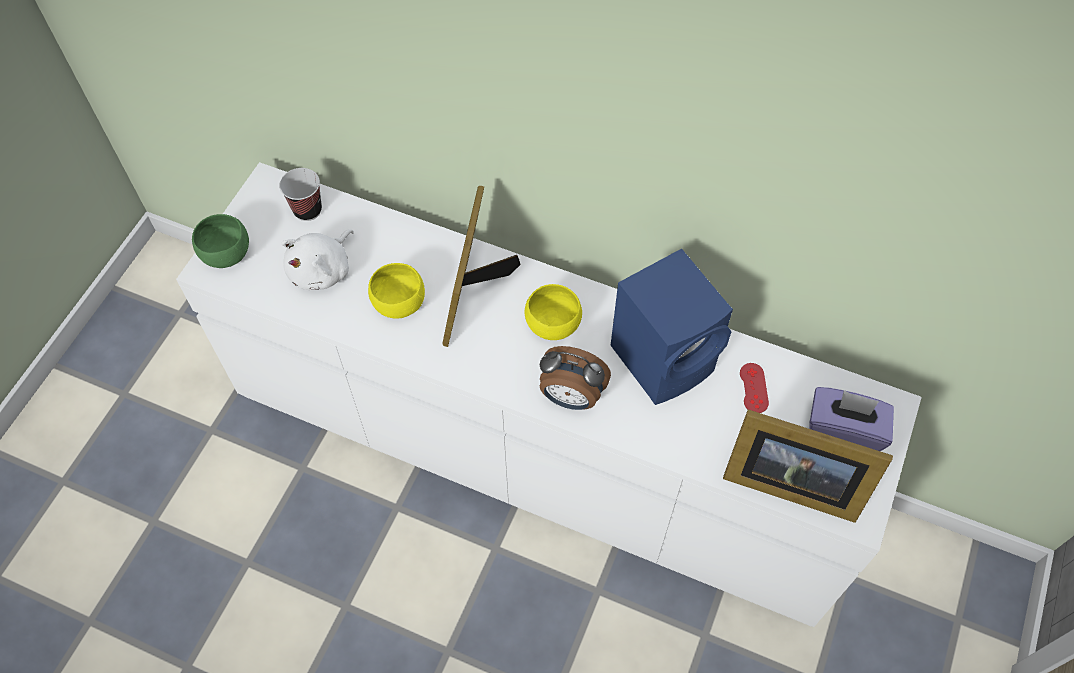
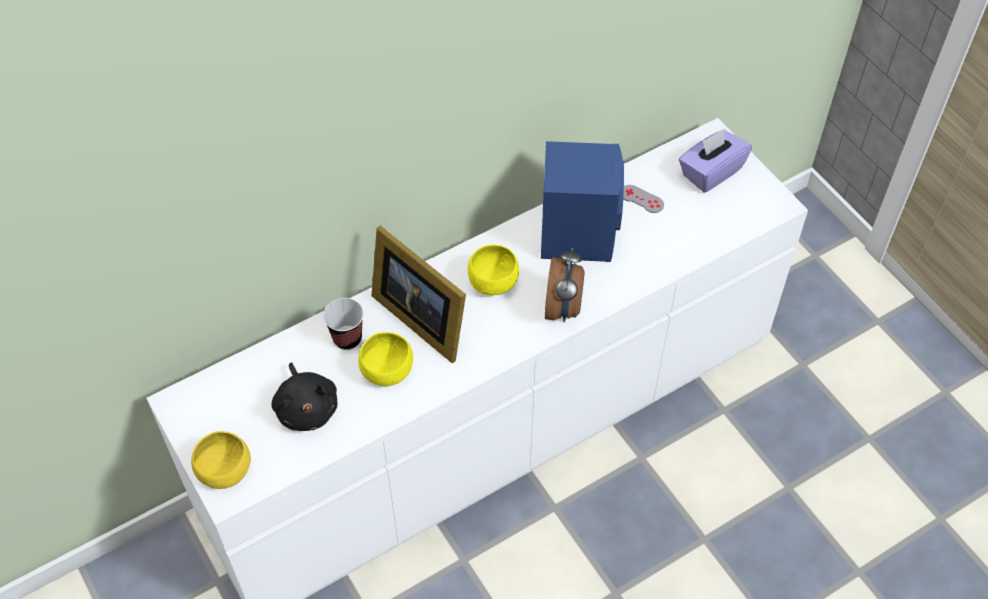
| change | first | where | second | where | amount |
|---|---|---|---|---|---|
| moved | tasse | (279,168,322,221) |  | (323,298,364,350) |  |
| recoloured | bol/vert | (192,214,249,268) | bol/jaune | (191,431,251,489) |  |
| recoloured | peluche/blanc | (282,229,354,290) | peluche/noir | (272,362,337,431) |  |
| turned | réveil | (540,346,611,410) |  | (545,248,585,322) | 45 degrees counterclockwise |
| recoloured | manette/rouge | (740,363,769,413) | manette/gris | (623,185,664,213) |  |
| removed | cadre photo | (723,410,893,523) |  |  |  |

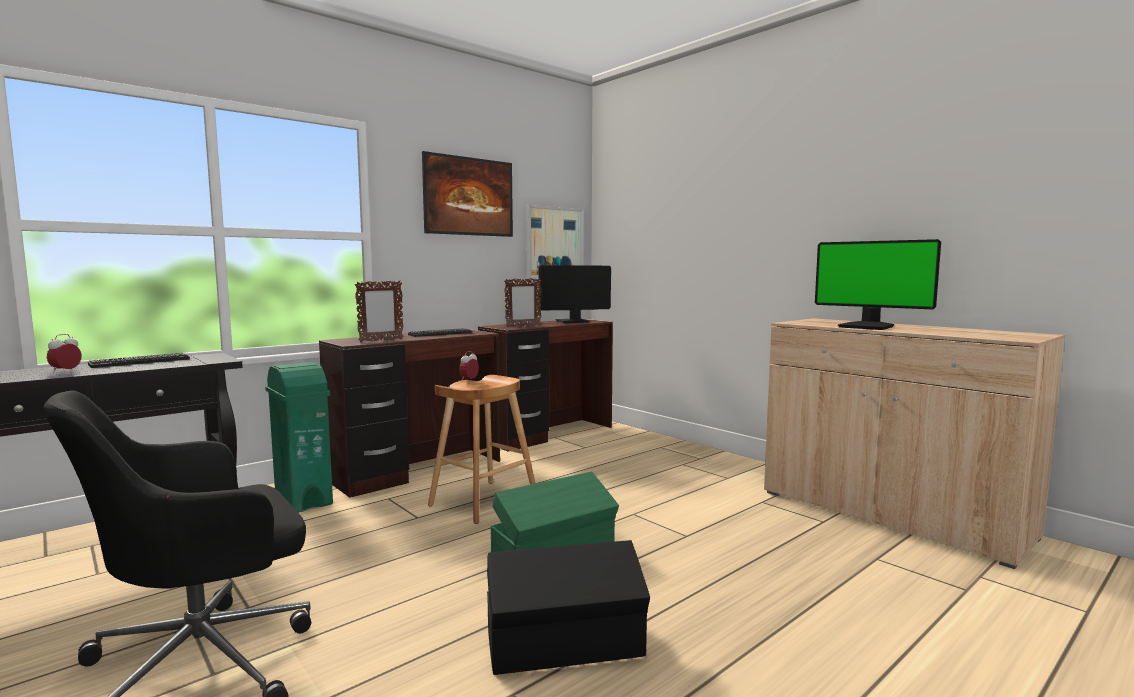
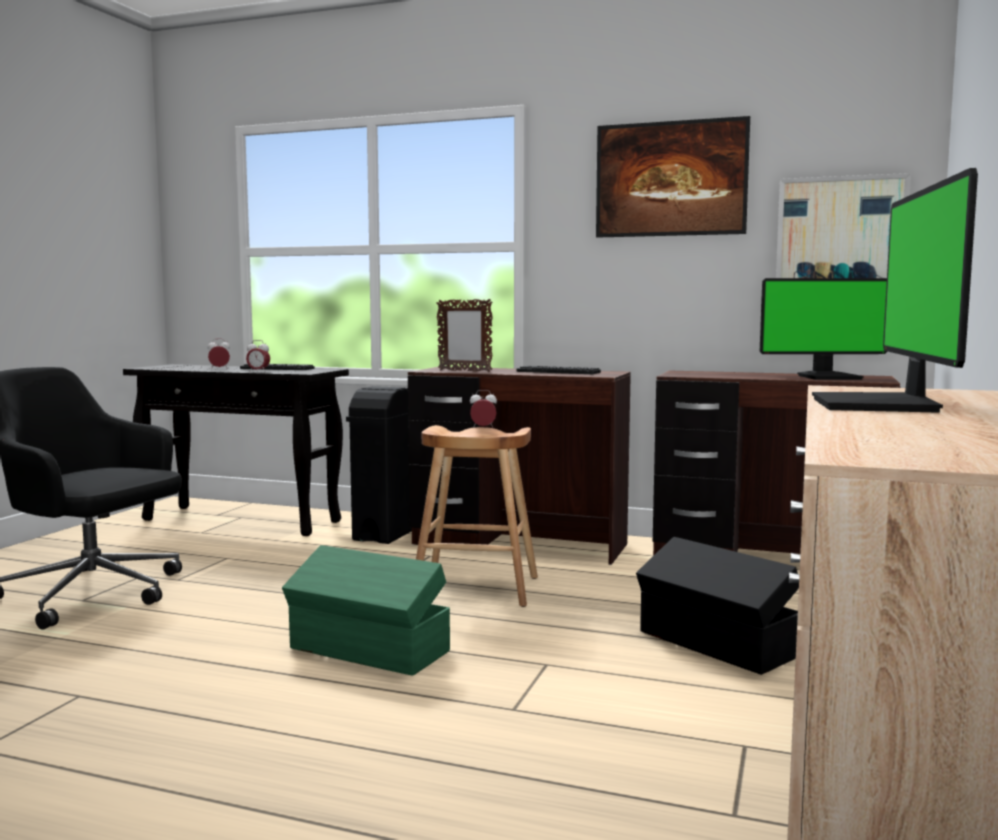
| change | first | where | second | where | amount |
|---|---|---|---|---|---|
| turned | écran d'ordinateur | (538,266,611,323) |  | (760,278,887,380) | 135 degrees clockwise |
| removed | cadre photo | (504,278,541,327) |  |  |  |
| recoloured | poubelle/vert | (265,362,333,513) | poubelle/noir | (346,386,412,544) |  |
| moved | boîte de rangement/noir | (487,540,650,675) |  | (636,537,799,675) |  |
| added |  |  | réveil | (246,340,270,372) |  |

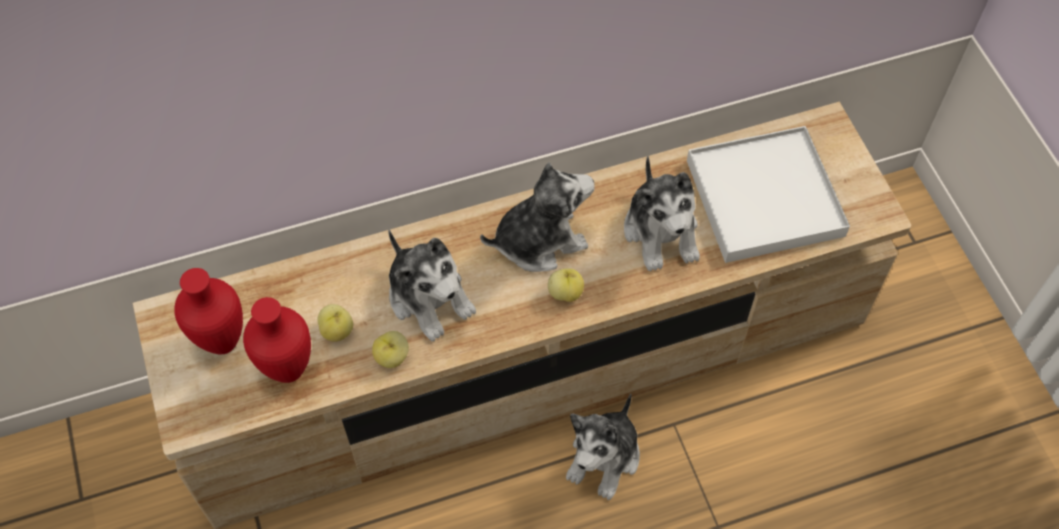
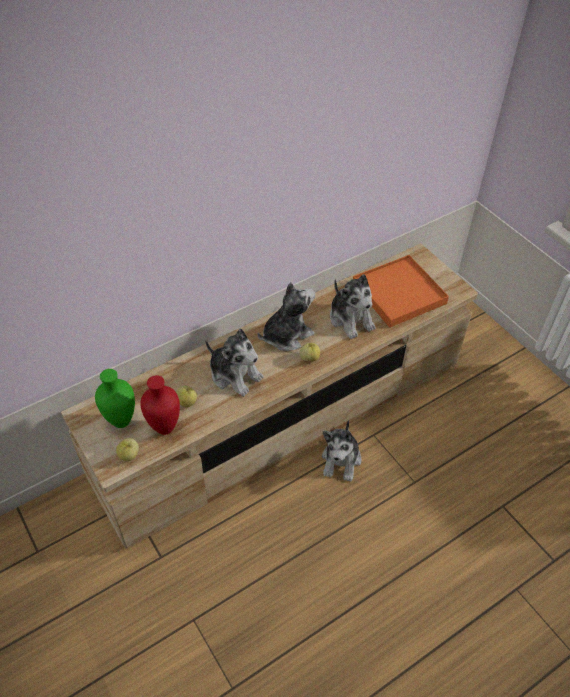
| change | first | where | second | where | amount |
|---|---|---|---|---|---|
| recoloured | plateau/blanc | (687,126,850,263) | plateau/orange | (353,255,449,328) |  |
| recoloured | vase/rouge | (174,268,243,355) | vase/vert | (95,369,135,428) |  |
| moved | pomme | (372,331,409,368) |  | (116,438,139,461) |  |

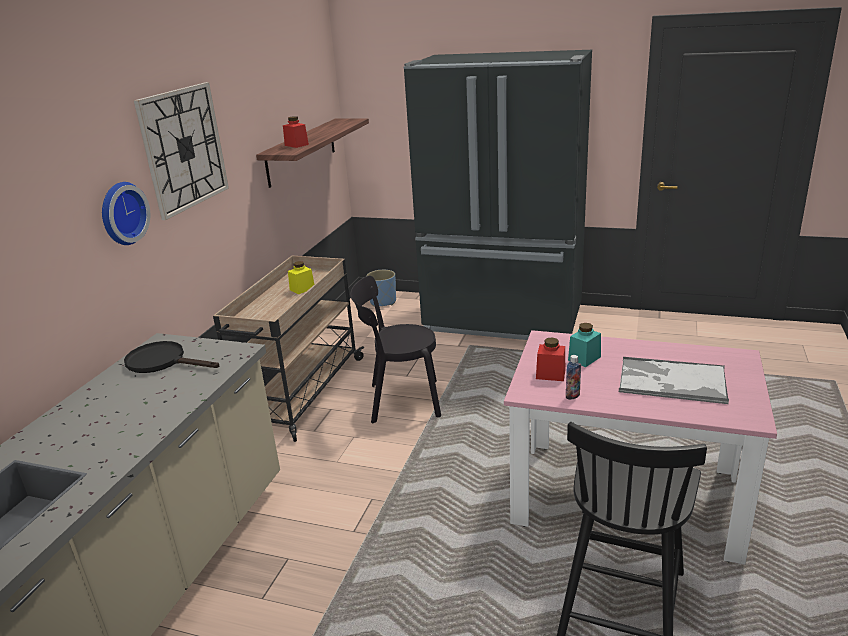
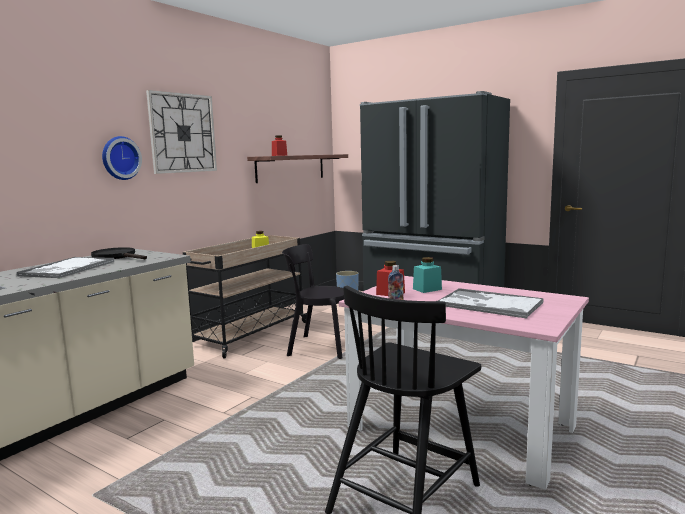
| change | first | where | second | where | amount |
|---|---|---|---|---|---|
| added |  |  | plateau | (17,257,114,278) |  |

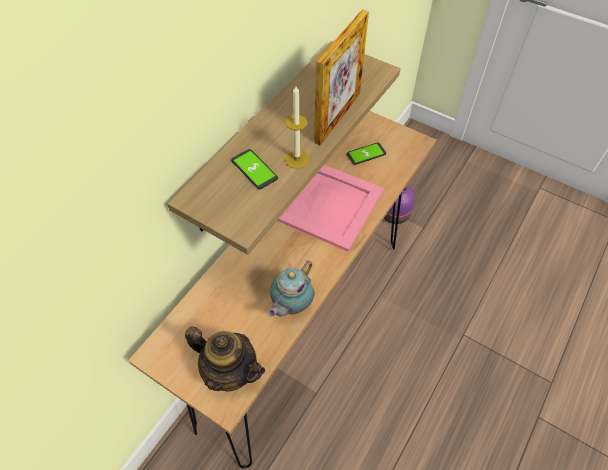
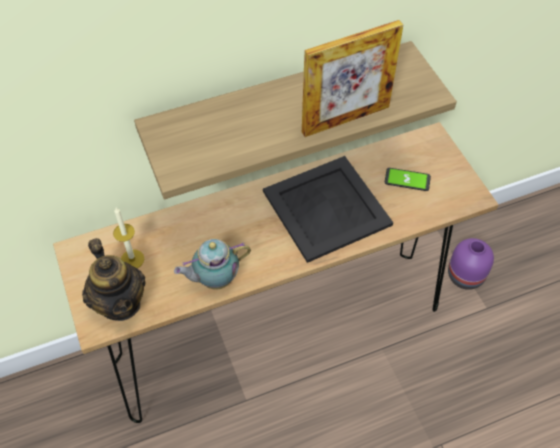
| change | first | where | second | where | amount |
|---|---|---|---|---|---|
| moved | bougie | (285,86,309,169) |  | (113,208,144,268) |  |
| removed | téléphone | (231,149,278,189) |  |  |  |
| recoloured | plateau/rose | (277,165,384,251) | plateau/noir | (263,156,393,263) |  |

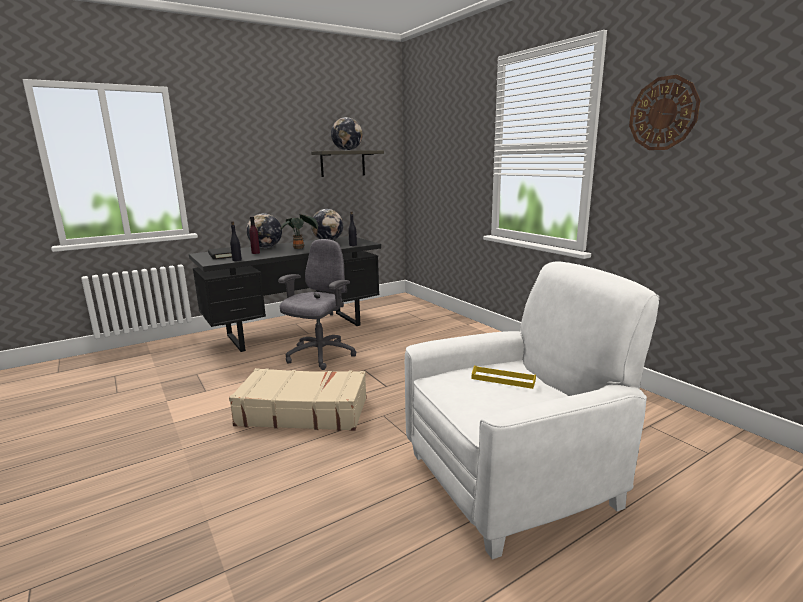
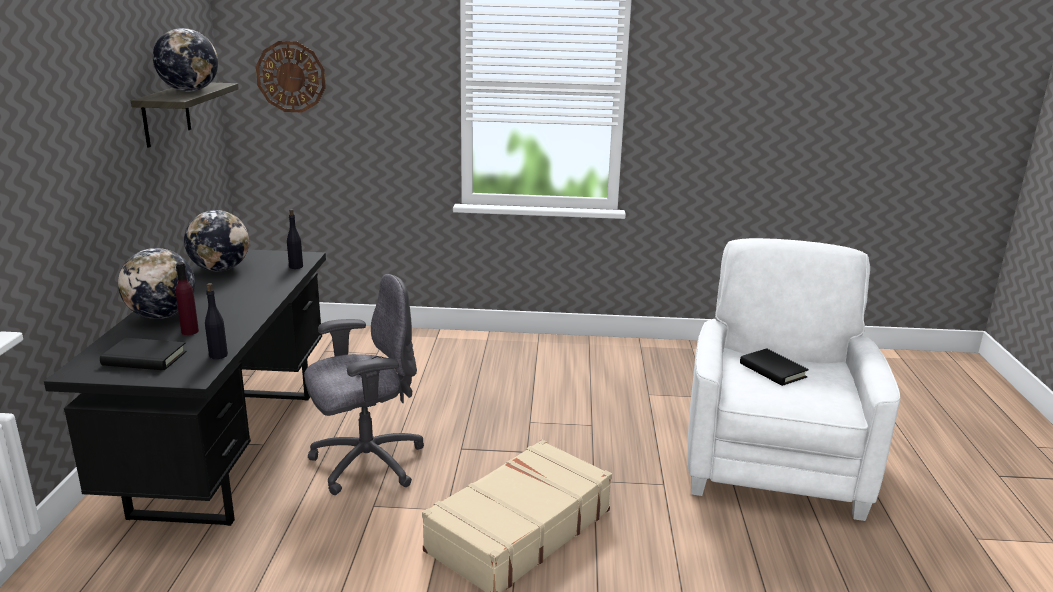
| change | first | where | second | where | amount |
|---|---|---|---|---|---|
| moved | horloge murale | (629,75,701,150) |  | (256,41,326,112) |  |
| removed | plante en pot | (280,214,319,249) |  |  |  |
| turned | chaise de bureau/gris | (278,239,356,370) |  | (304,274,424,495) | 90 degrees clockwise |
| replaced | plateau/jaune | (472,366,536,389) | livre/noir | (740,348,809,386) |  |

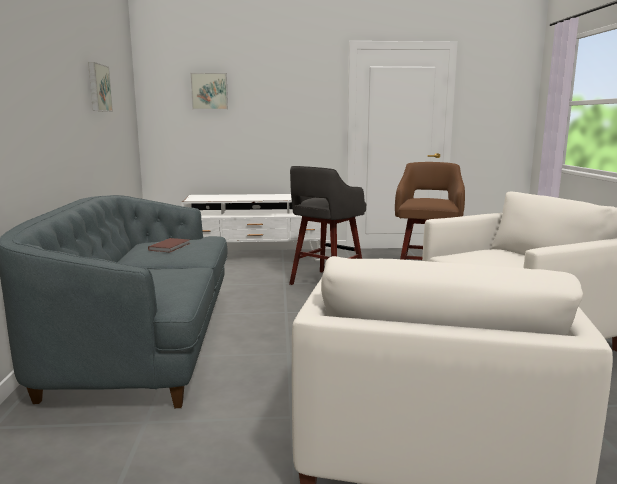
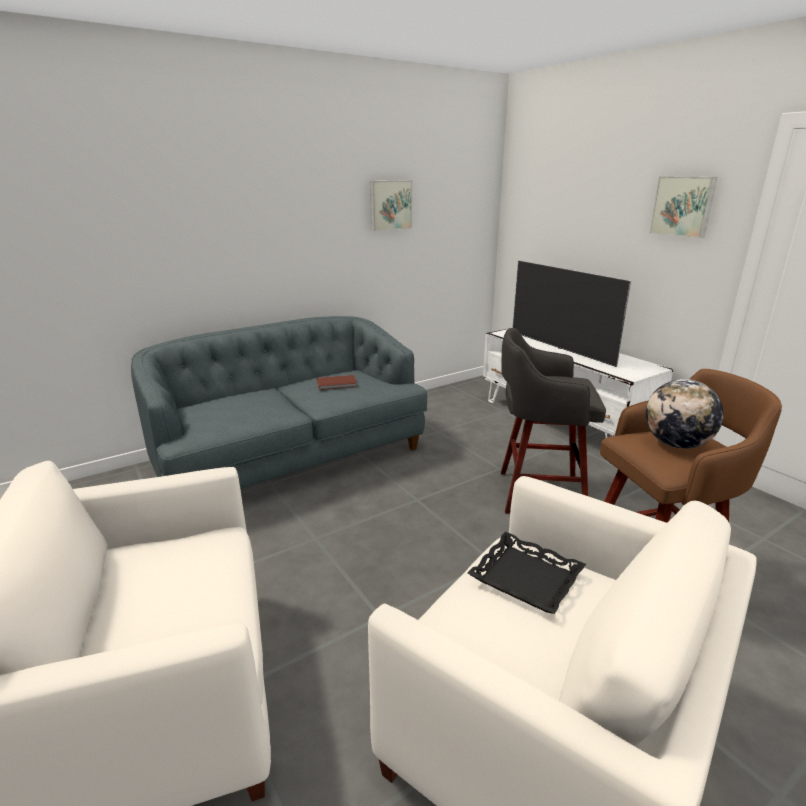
| change | first | where | second | where | amount |
|---|---|---|---|---|---|
| moved | tableau | (190,73,228,110) |  | (649,176,717,238) |  |
| added |  |  | téléviseur | (512,260,632,367) |  |
| added |  |  | globe | (646,379,724,449) |  |
| added |  |  | plateau/noir | (468,532,586,614) |  |

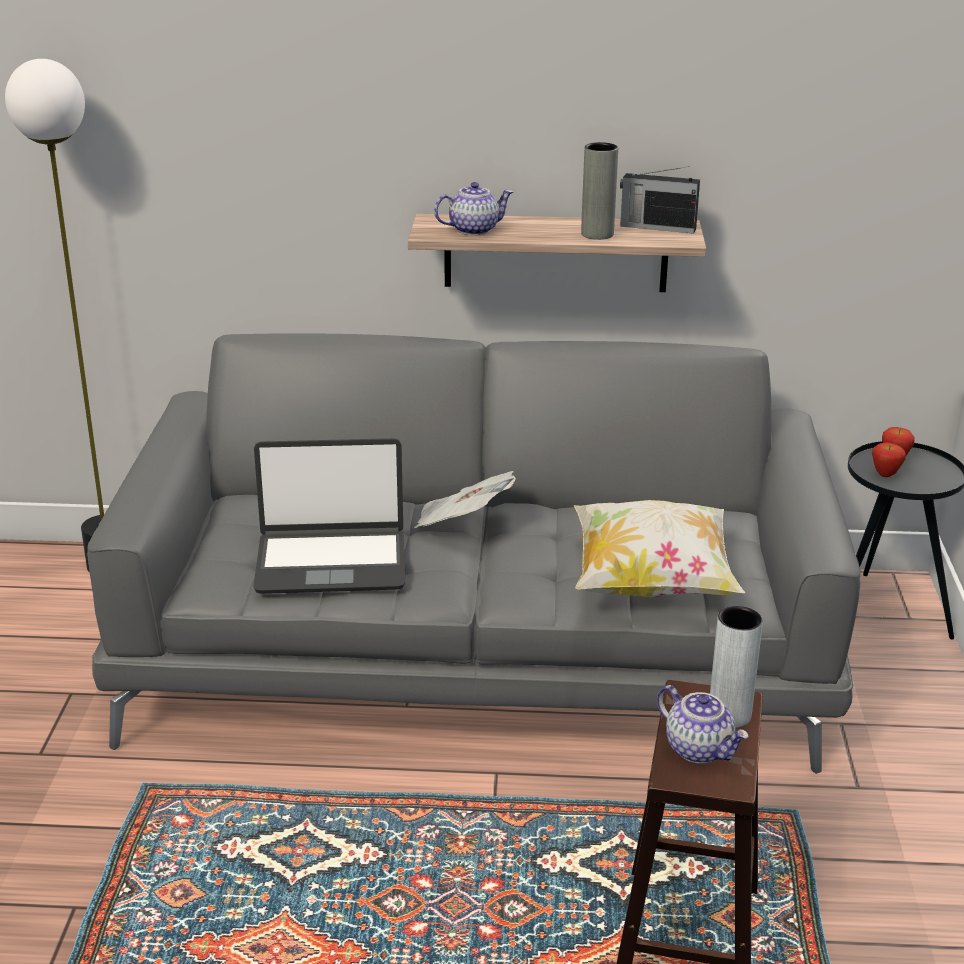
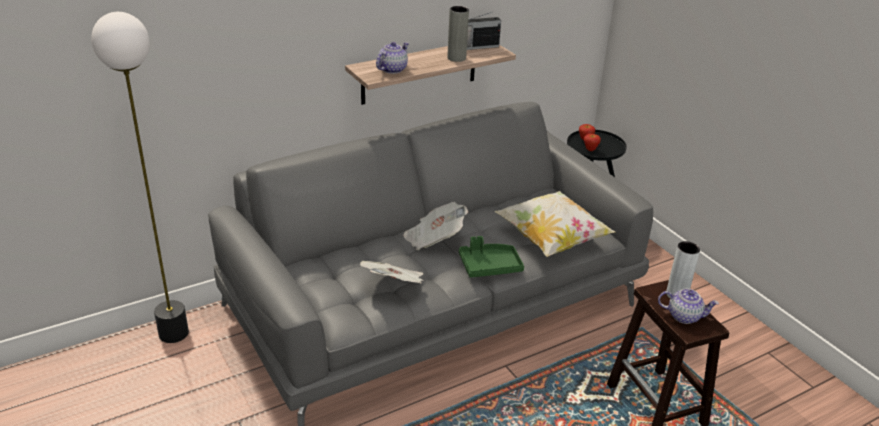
| change | first | where | second | where | amount |
|---|---|---|---|---|---|
| replaced | ordinateur portable | (253,438,405,594) | journal | (360,261,424,283) |  |
| added |  |  | plateau/vert | (459,236,524,278) |  |

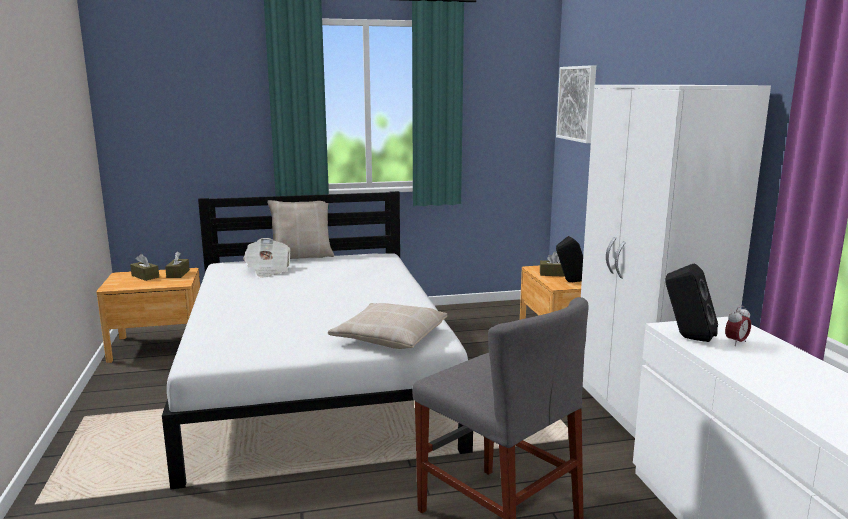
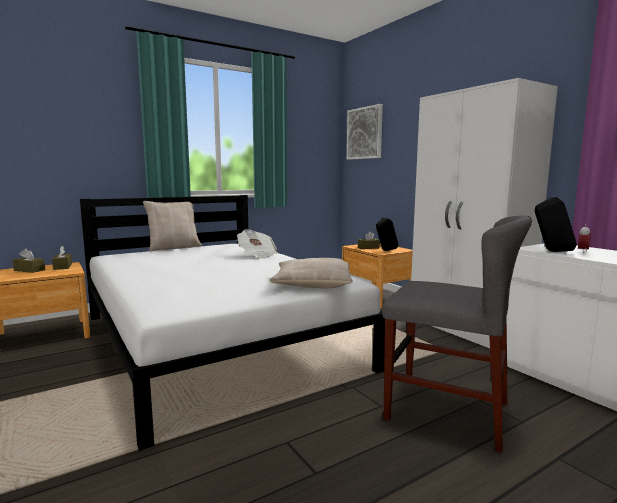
| change | first | where | second | where | amount |
|---|---|---|---|---|---|
| moved | journal | (243,238,291,278) |  | (237,230,278,259) |  |

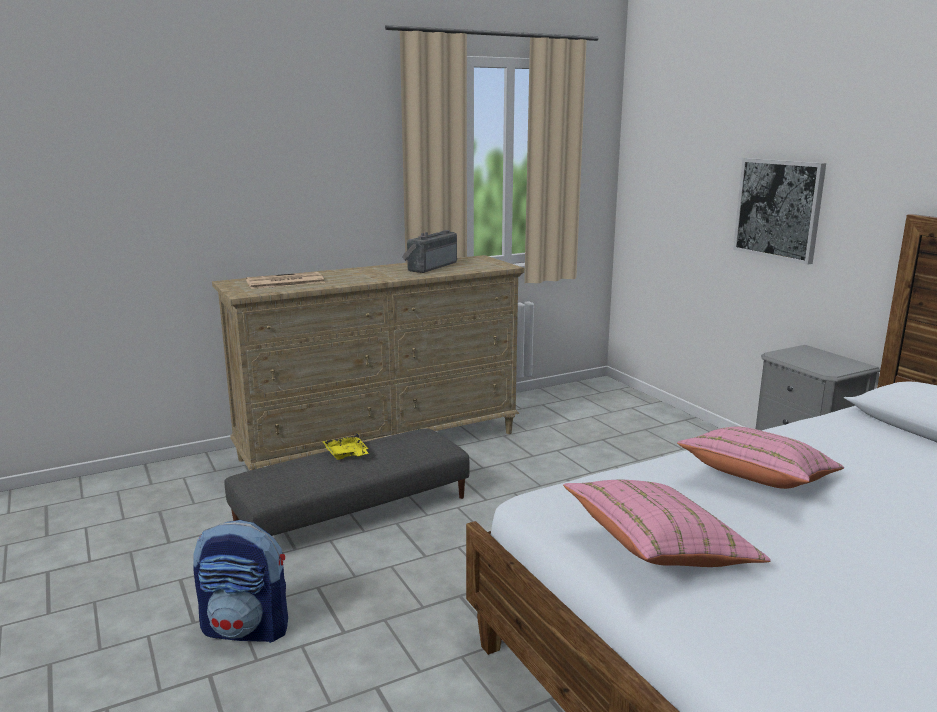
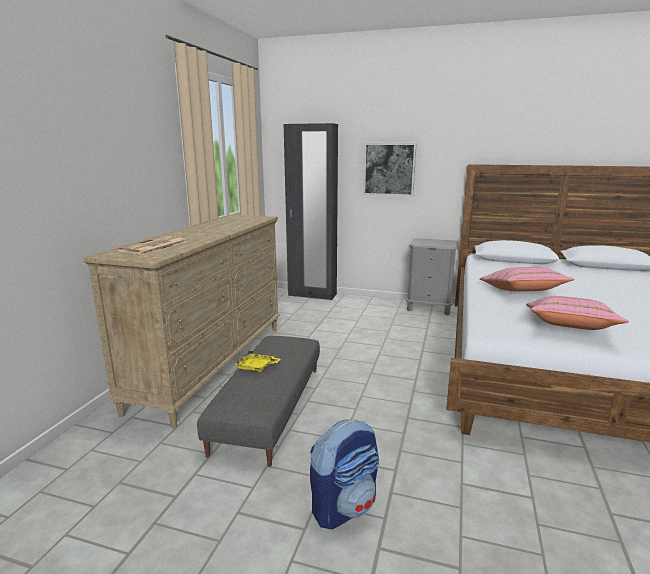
| change | first | where | second | where | amount |
|---|---|---|---|---|---|
| removed | radio | (402,230,457,273) |  |  |  |
| added |  |  | armoire/noir | (284,123,338,300) |  |

